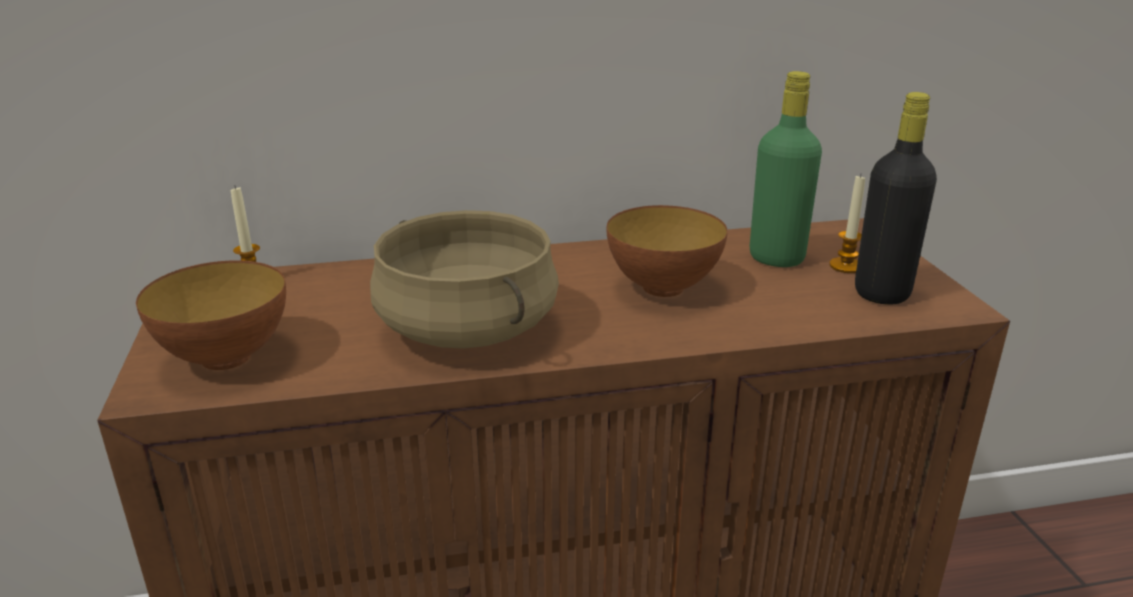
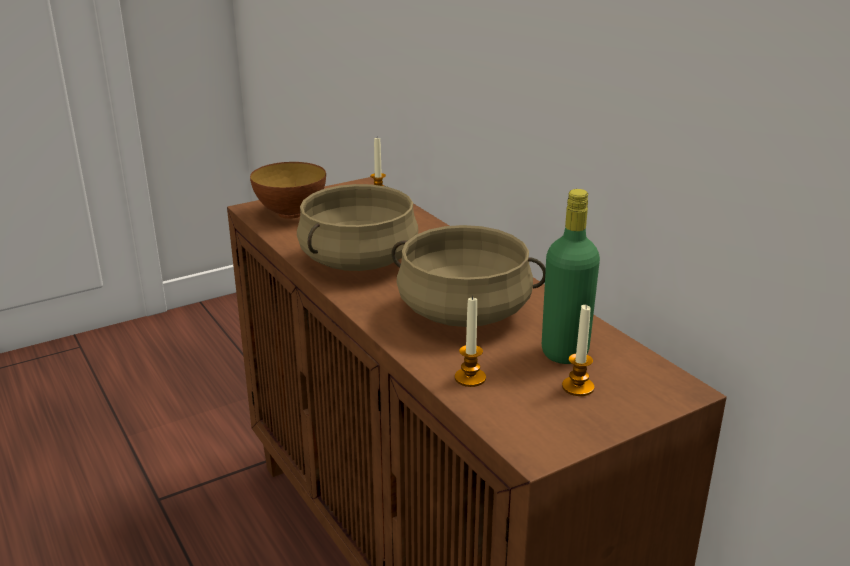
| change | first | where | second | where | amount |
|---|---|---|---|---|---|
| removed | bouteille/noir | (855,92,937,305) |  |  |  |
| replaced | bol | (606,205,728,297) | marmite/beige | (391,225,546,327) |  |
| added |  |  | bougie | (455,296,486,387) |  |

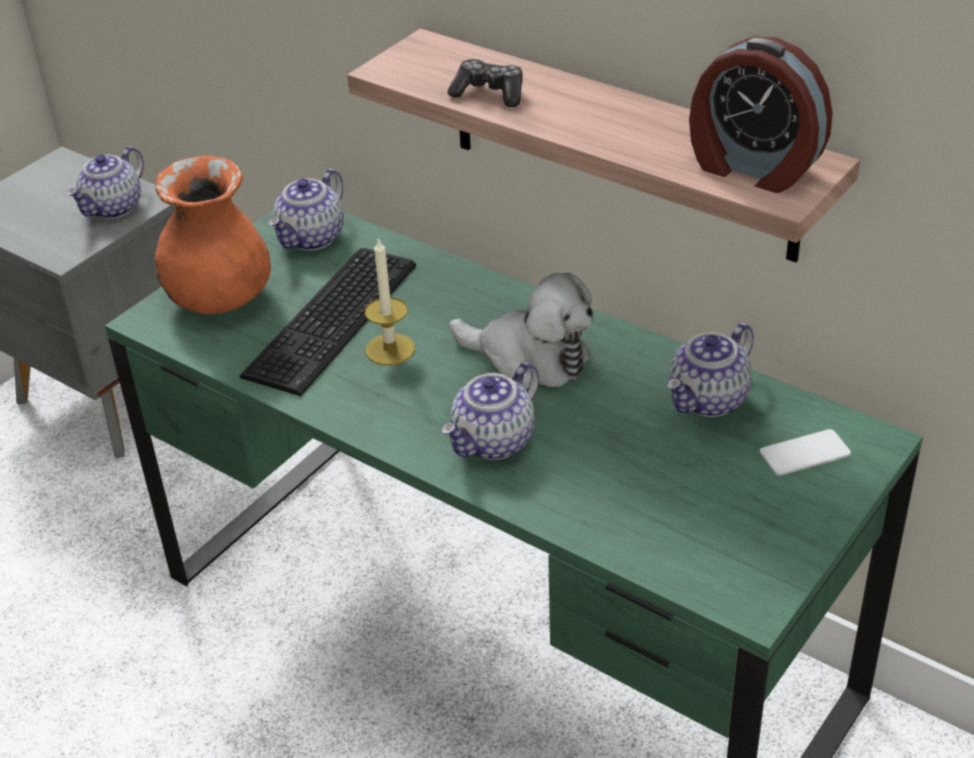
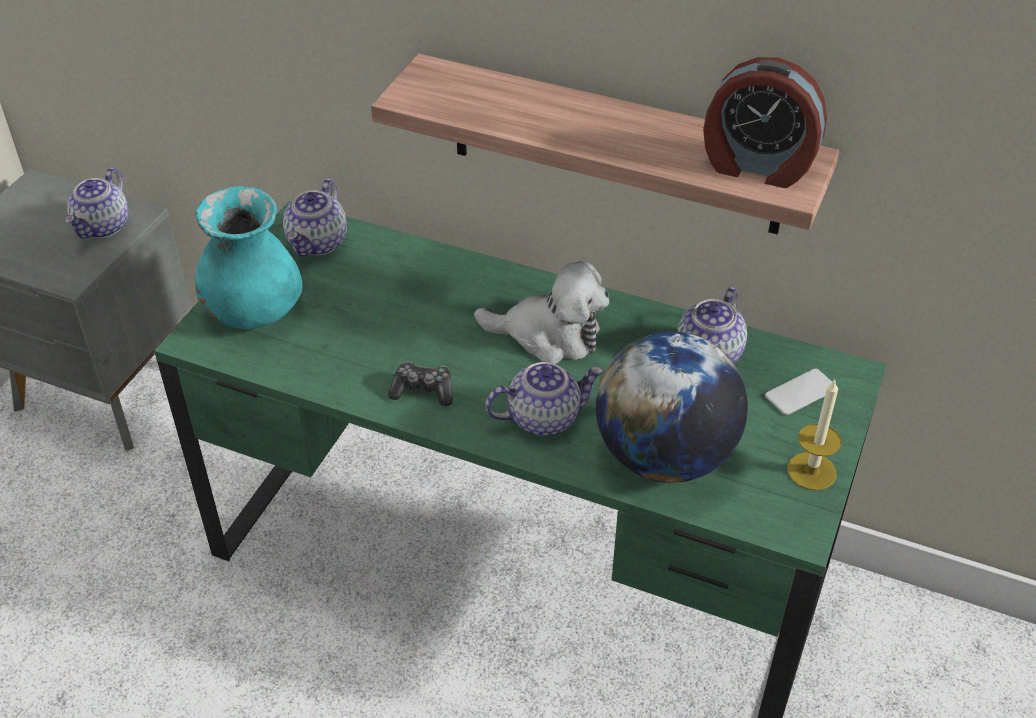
| change | first | where | second | where | amount |
|---|---|---|---|---|---|
| moved | manette | (448,59,523,107) |  | (388,362,453,406) |  |
| recoloured | vase/orange | (155,156,271,314) | vase/turquoise | (195,186,302,329) |  |
| moved | bougie | (365,237,415,365) |  | (787,380,841,491) |  |
| removed | clavier | (240,248,416,396) |  |  |  |
| turned | théière | (441,362,539,460) |  | (485,362,603,436) | 135 degrees counterclockwise |
| added |  |  | globe | (596,331,748,483) |  |

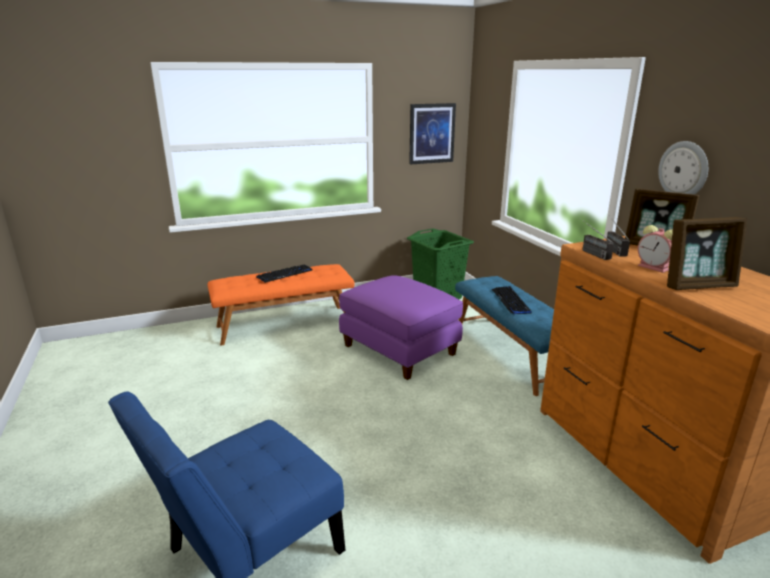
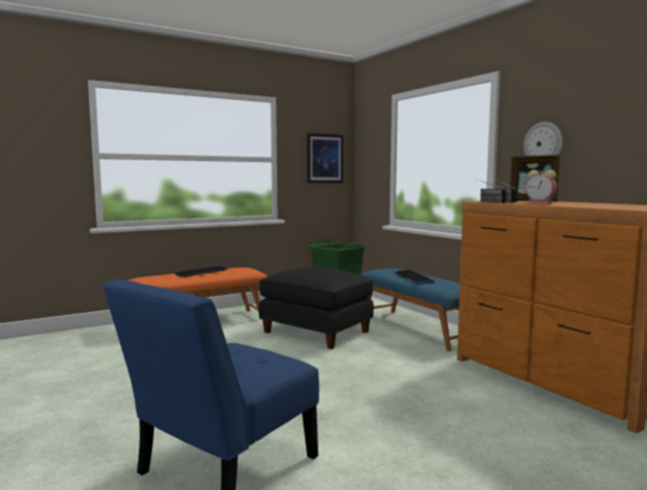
| change | first | where | second | where | amount |
|---|---|---|---|---|---|
| removed | cadre photo | (667,217,747,290) |  |  |  |
| recoloured | pouf/violet | (339,275,463,380) | pouf/noir | (259,267,374,349) |  |

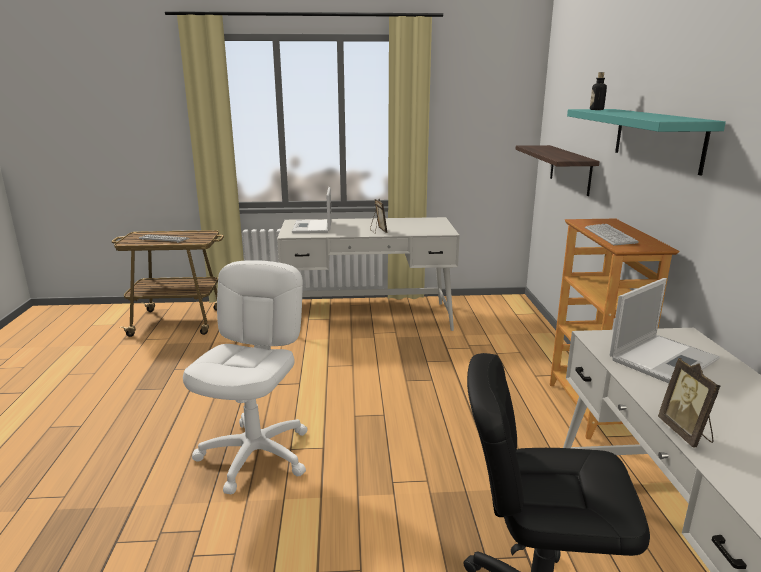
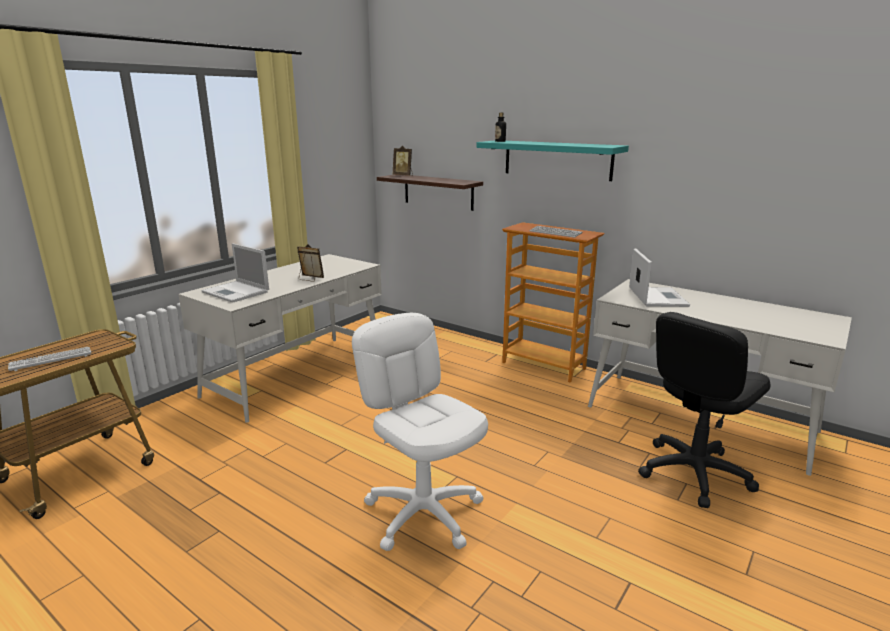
| change | first | where | second | where | amount |
|---|---|---|---|---|---|
| moved | cadre photo | (658,358,721,448) |  | (393,146,413,176) |  |

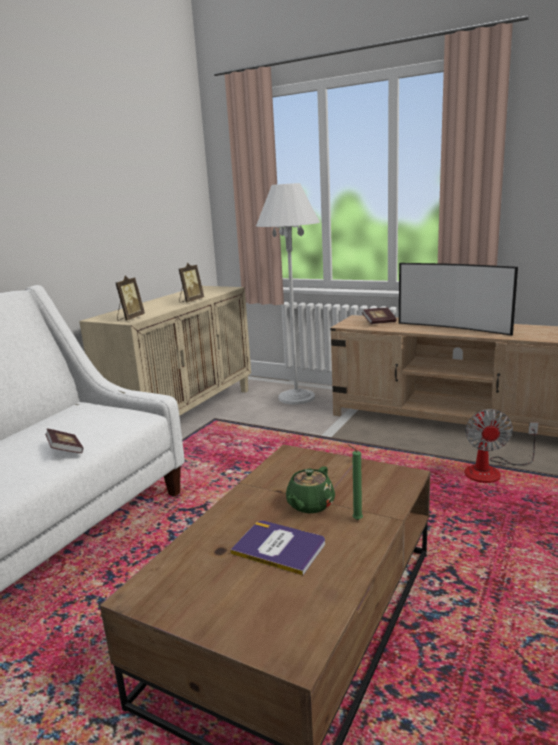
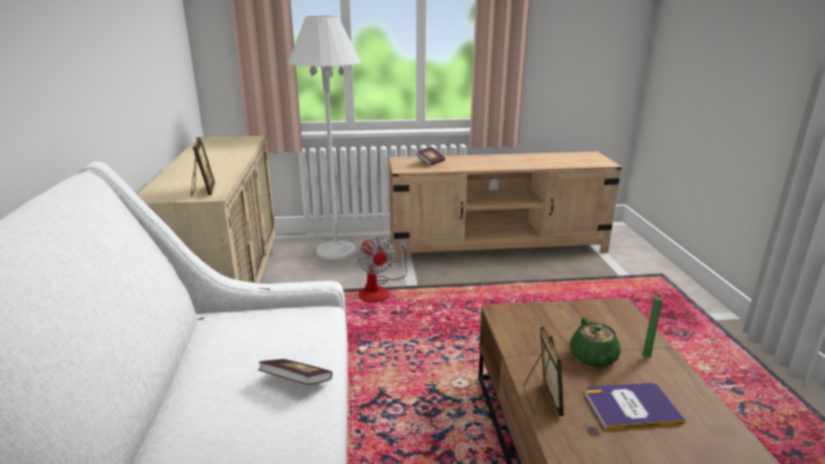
| change | first | where | second | where | amount |
|---|---|---|---|---|---|
| moved | cadre photo | (179,263,204,302) |  | (524,327,564,416) |  |
| removed | téléviseur | (399,263,518,335) |  |  |  |
| moved | ventilateur | (464,409,539,483) |  | (358,237,407,302) |  |

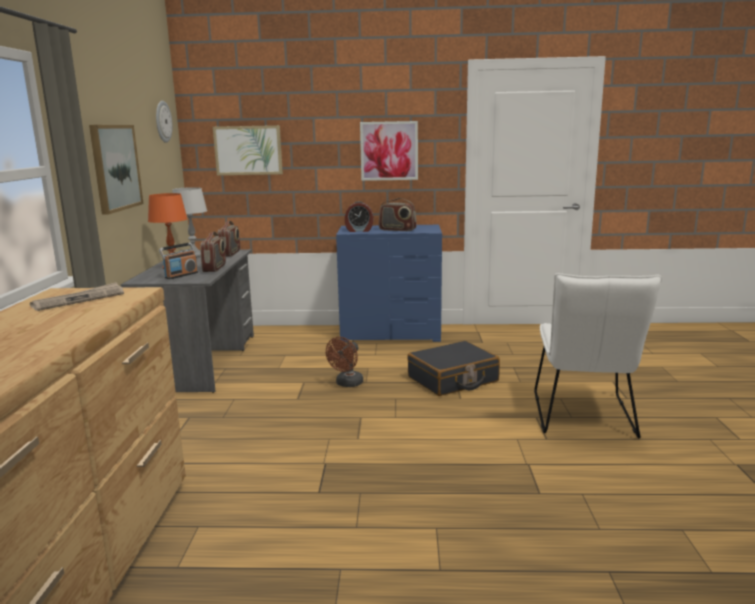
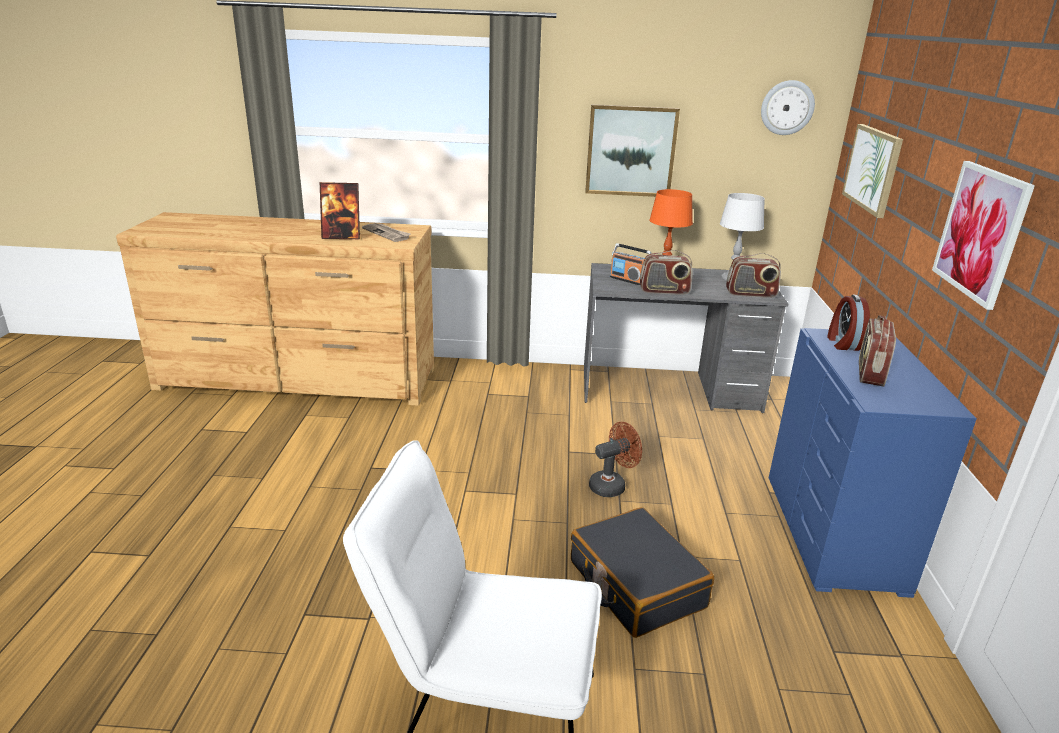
| change | first | where | second | where | amount |
|---|---|---|---|---|---|
| turned | ventilateur/marron | (326,337,363,387) |  | (589,422,642,497) | 120 degrees clockwise |
| added |  |  | cadre photo | (320,182,360,239) |  |

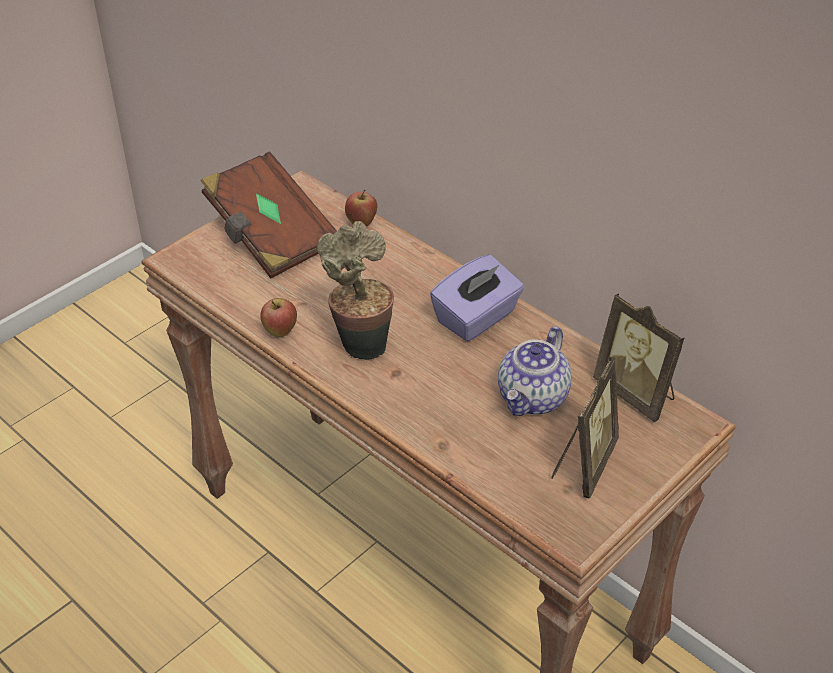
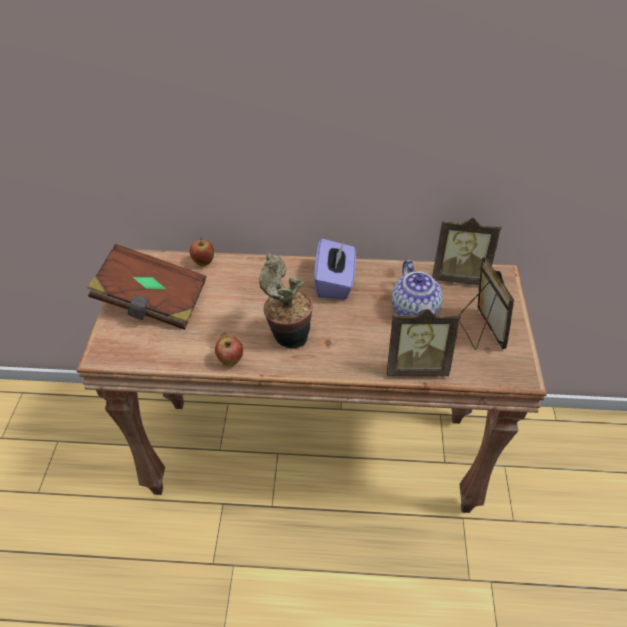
| change | first | where | second | where | amount |
|---|---|---|---|---|---|
| added |  |  | cadre photo | (387,309,460,376) |  |

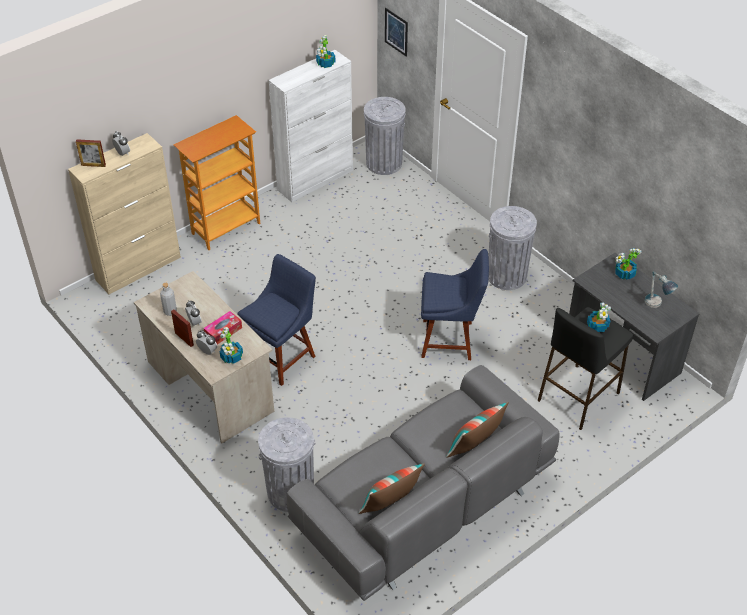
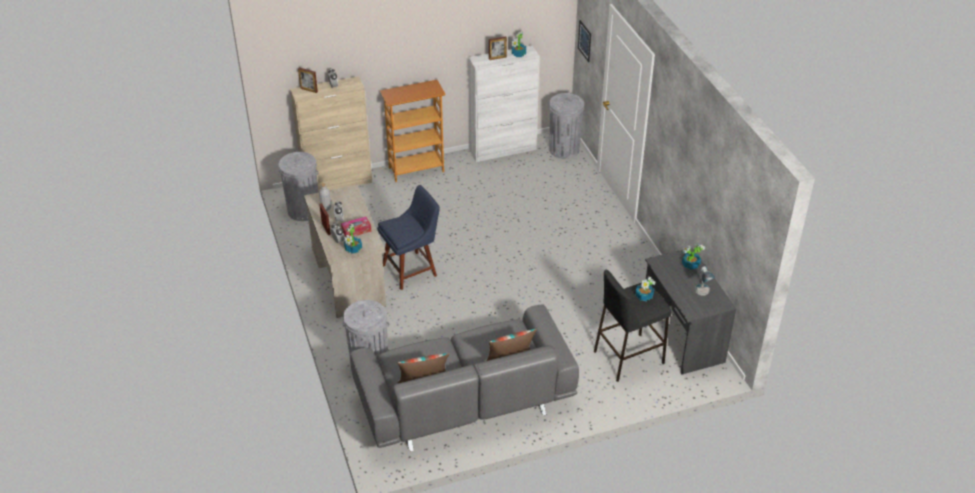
| change | first | where | second | where | amount |
|---|---|---|---|---|---|
| moved | poubelle/gris | (488,206,537,290) |  | (279,152,319,221) |  |
| removed | chaise/bleu | (421,249,489,360) |  |  |  |
| added |  |  | cadre photo | (489,37,507,60) |  |

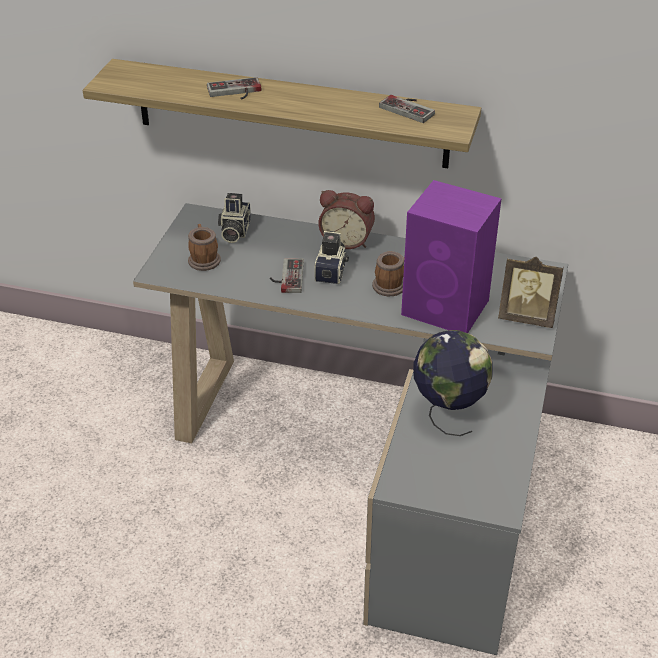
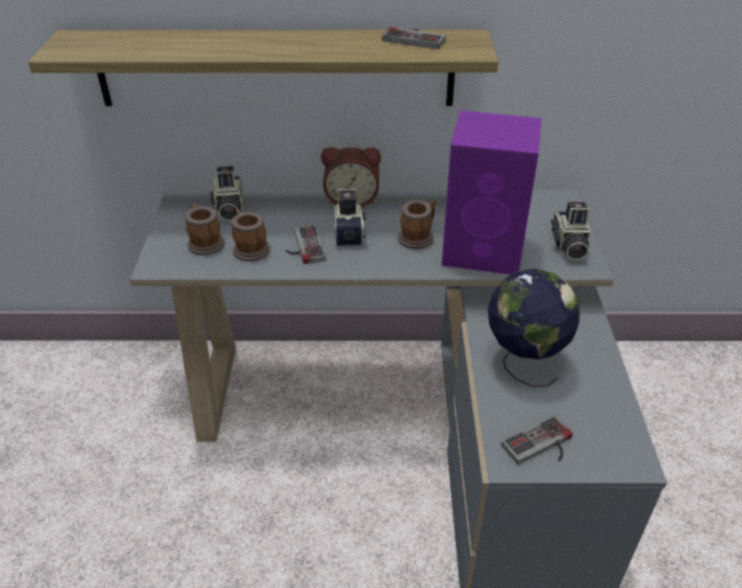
| change | first | where | second | where | amount |
|---|---|---|---|---|---|
| moved | manette | (207,77,262,100) |  | (501,415,573,464) |  |
| replaced | cadre photo | (498,257,564,328) | appareil photo | (551,202,591,261) |  |
| added |  |  | mug | (232,210,270,262) |  |

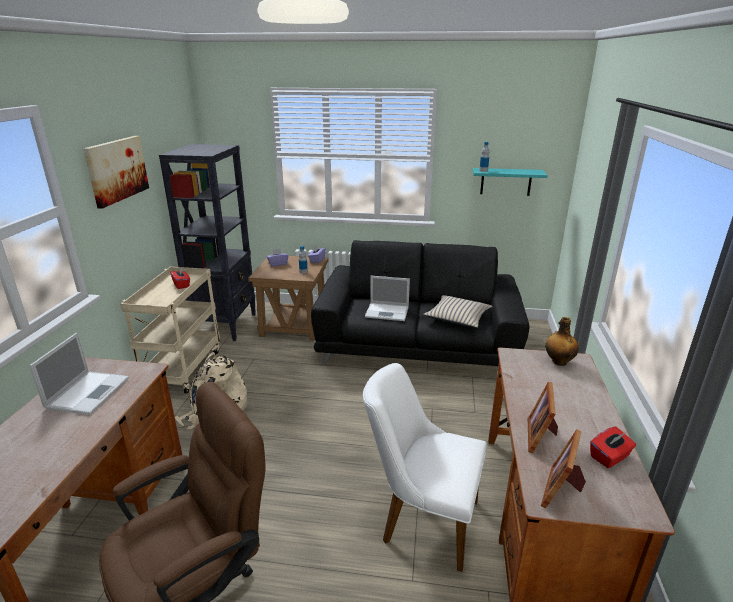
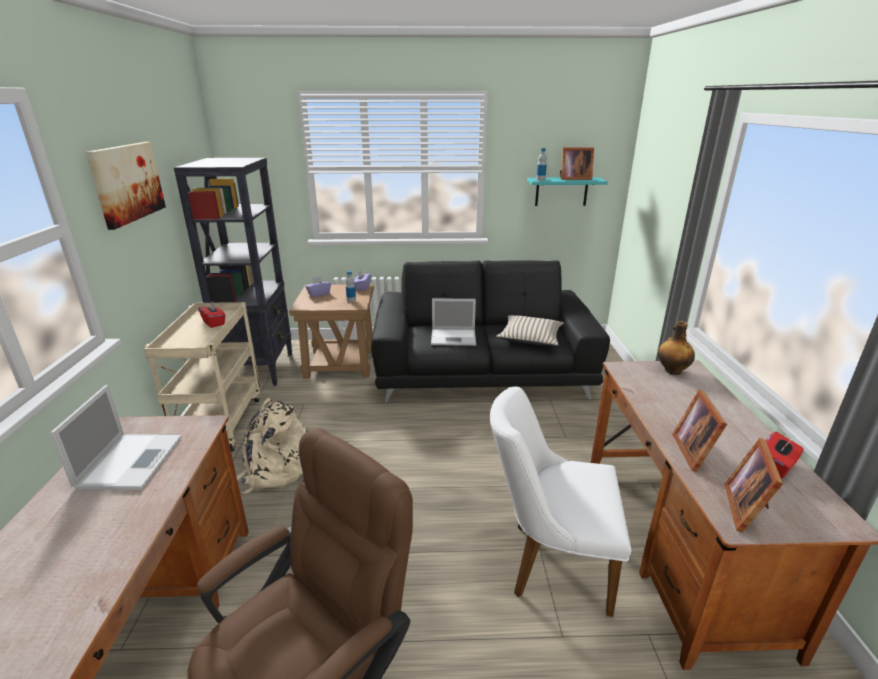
| change | first | where | second | where | amount |
|---|---|---|---|---|---|
| added |  |  | cadre photo | (560,148,594,180) |  |

